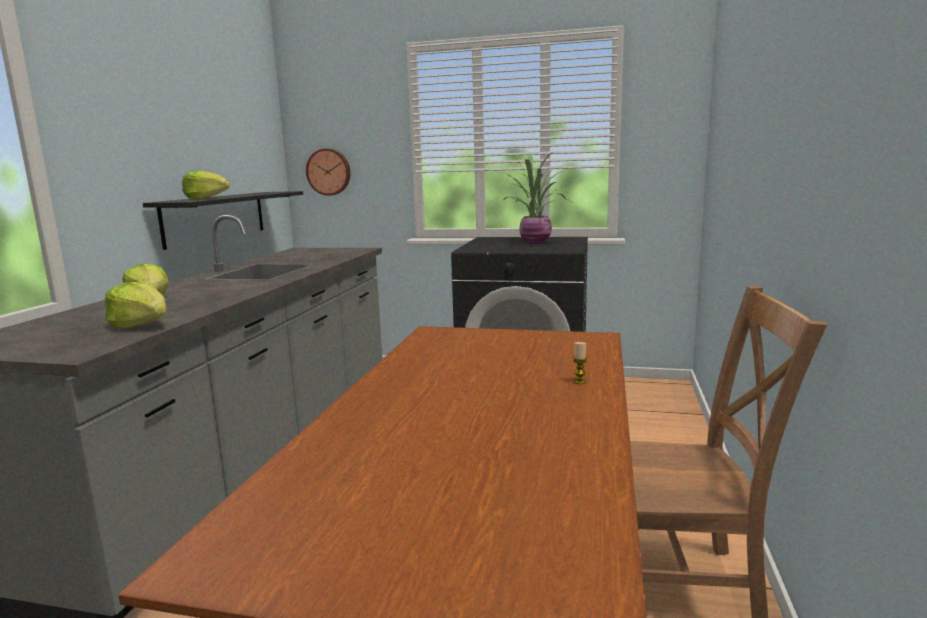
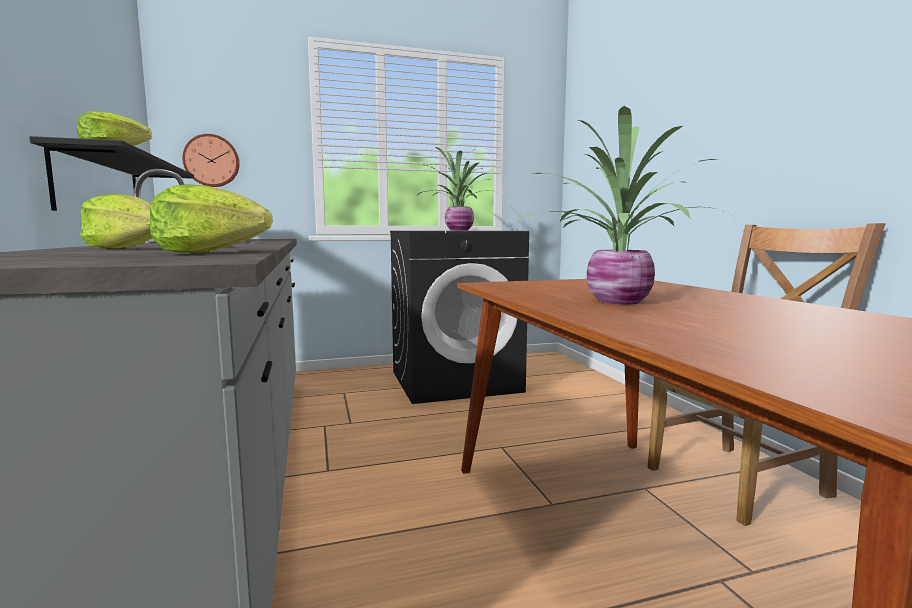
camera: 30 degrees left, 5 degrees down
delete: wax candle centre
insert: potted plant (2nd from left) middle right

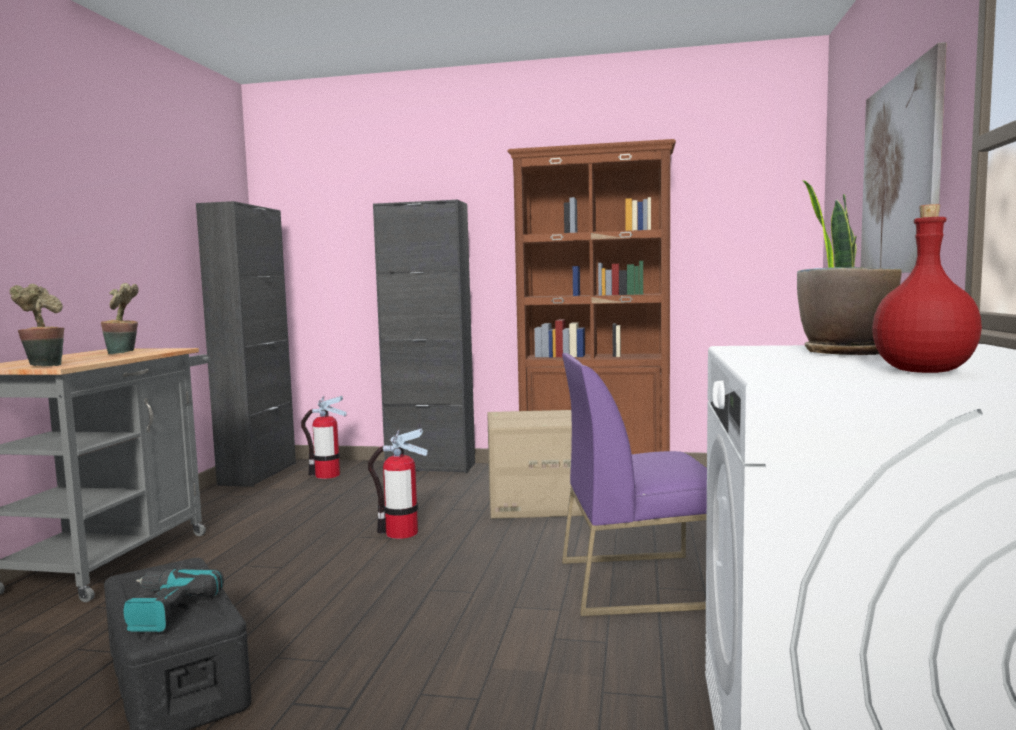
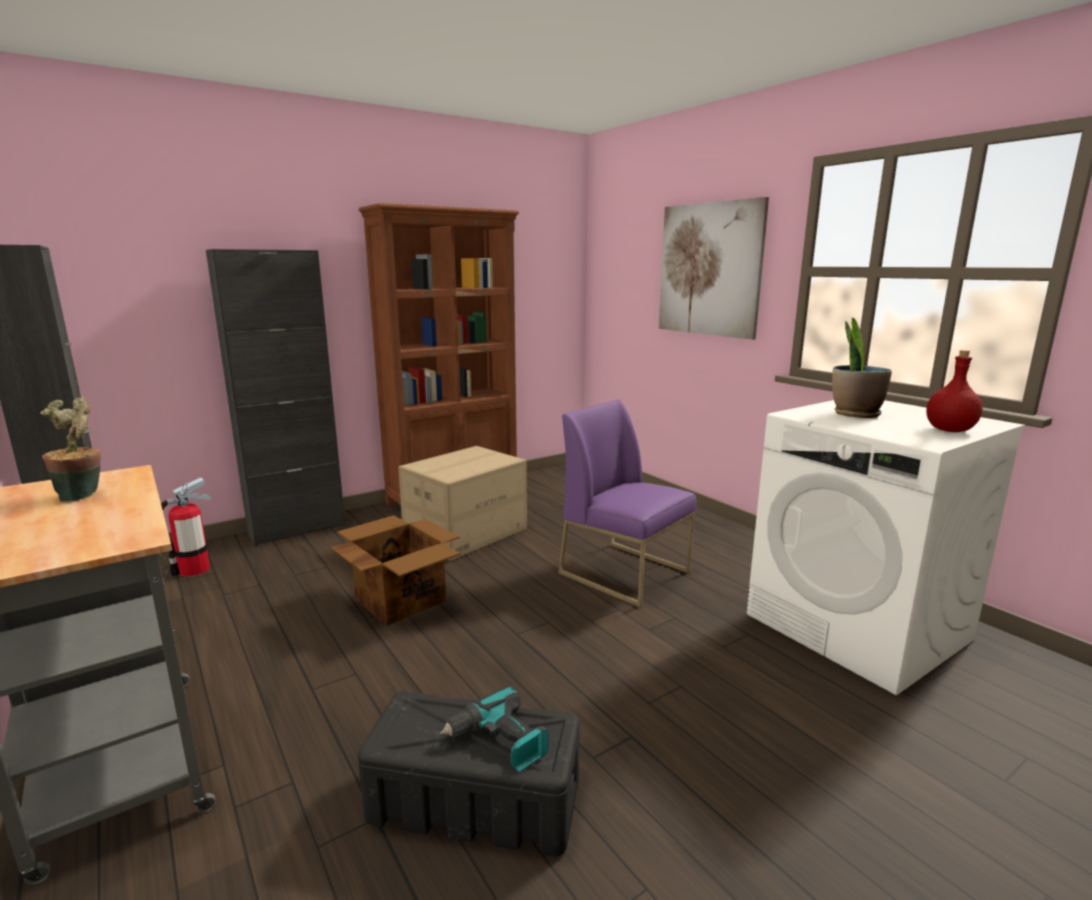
camera: 45 degrees left, 10 degrees up
delete: potted plant (1st from left) middle left
replace: extinguisher (2nd from left) centre to cardboard box (1st from left) centre
rotate: purple upright chair centre = centre 90 degrees clockwise

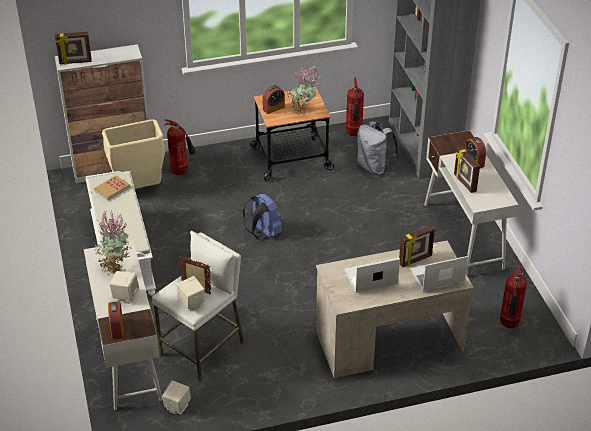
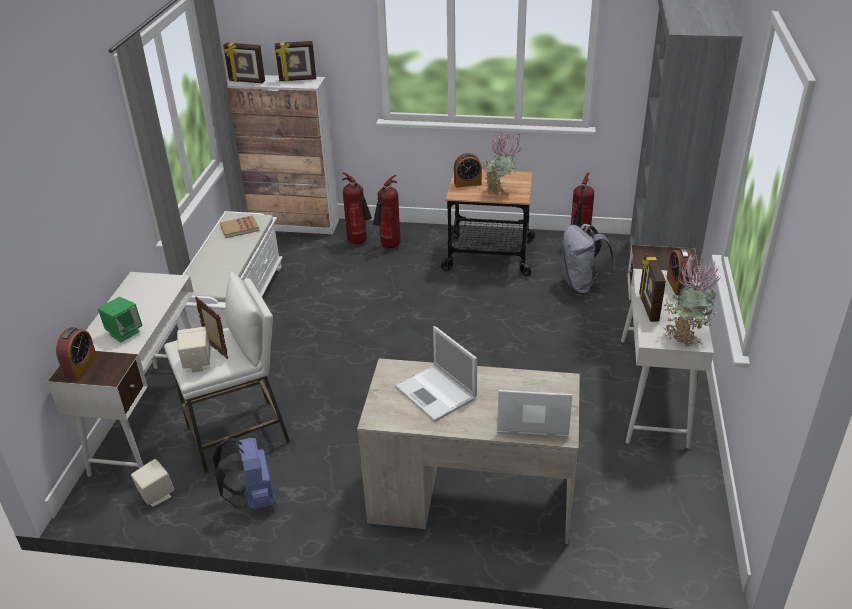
camera: 25 degrees right, 5 degrees down
delete: beige-coloured waste bin middle left
move: potted plant (1st from left in the first image) middle left to potted plant (2nd from left) middle right; blue-coloured rucksack centre to bottom left; picture frame (3rd from left) middle right to top centre; extinguisher (3rd from left in the first image) bottom right to extinguisher (2nd from left) centre
recolor: beige-coloured speaker (1st from left) middle left to green speaker middle left
rotate: laptop (1st from left) centre = centre 135 degrees counterclockwise

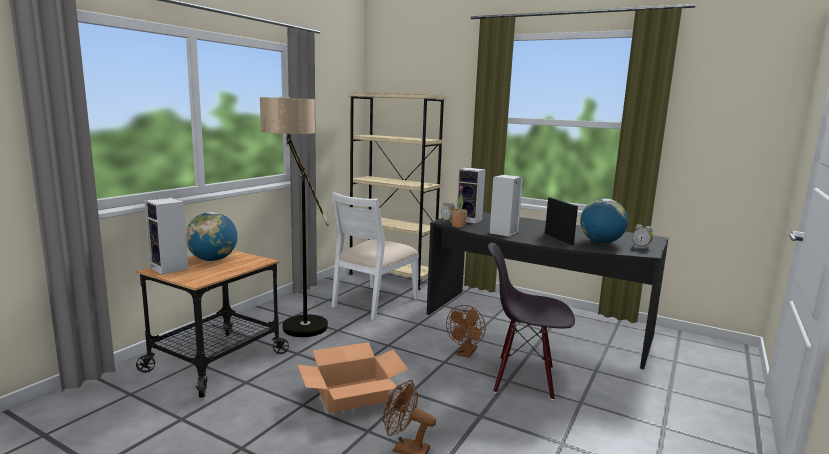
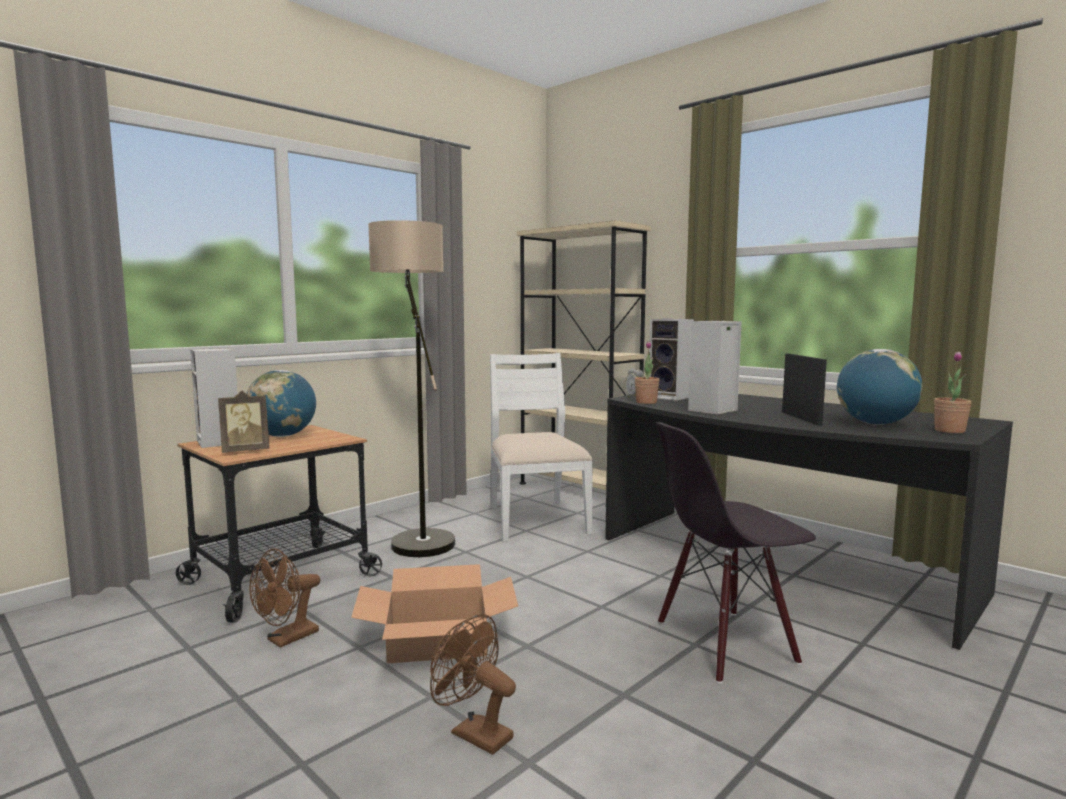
camera: 15 degrees right, 5 degrees down
insert: picture frame (1st from left) middle left
move: brown fan (2nd from left in the first image) bottom centre to brown fan (1st from left) bottom left
replace: bedside clock (2nd from left) middle right to potted plant (2nd from left) middle right
rotate: white upright chair centre = centre 120 degrees clockwise; black-coloured upright chair bottom centre = bottom right 45 degrees counterclockwise

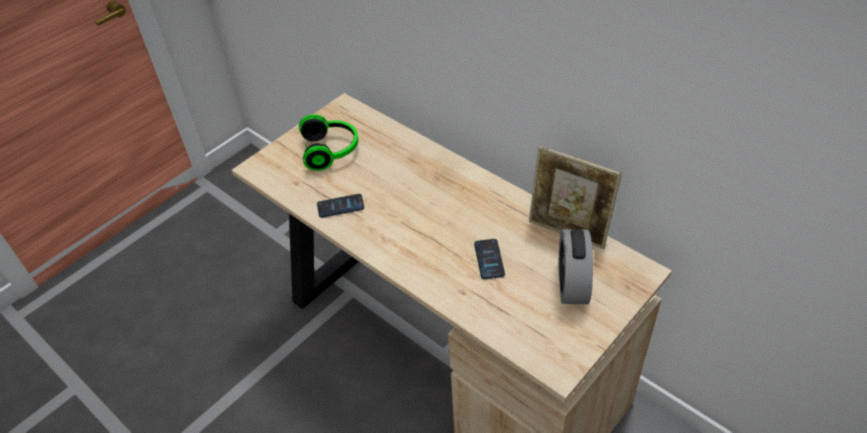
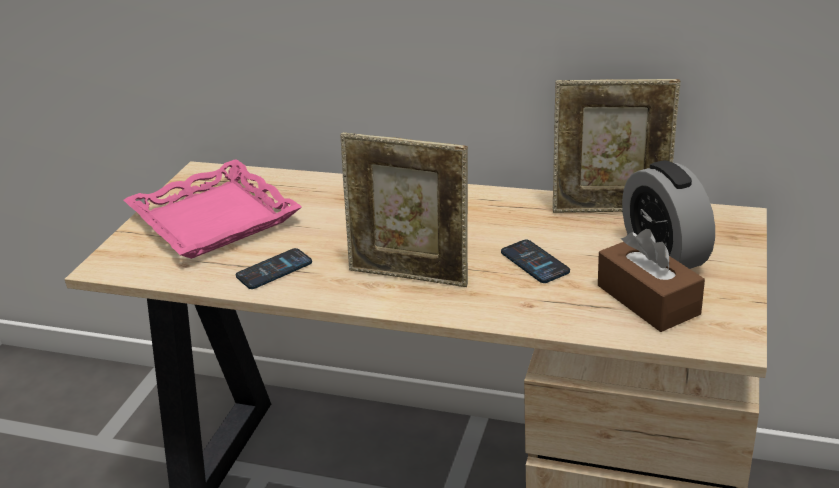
camera: 25 degrees left, 15 degrees down
insert: picture frame (1st from left) centre; brown tissue box middle right
replace: headphones top centre to pink serving tray middle left

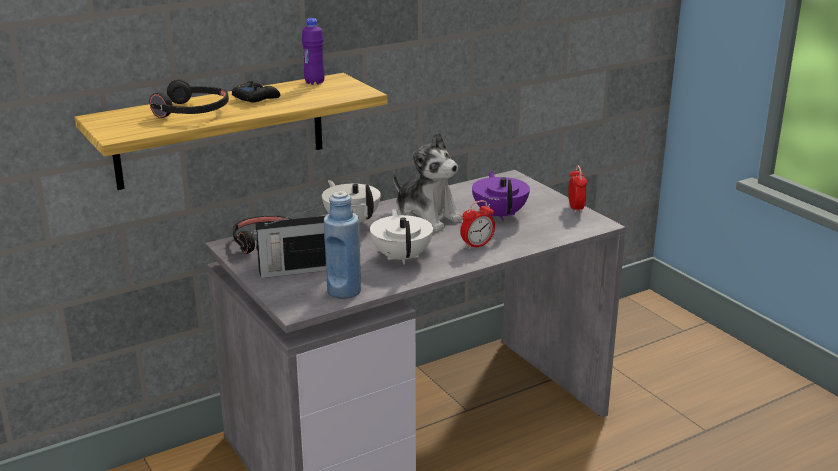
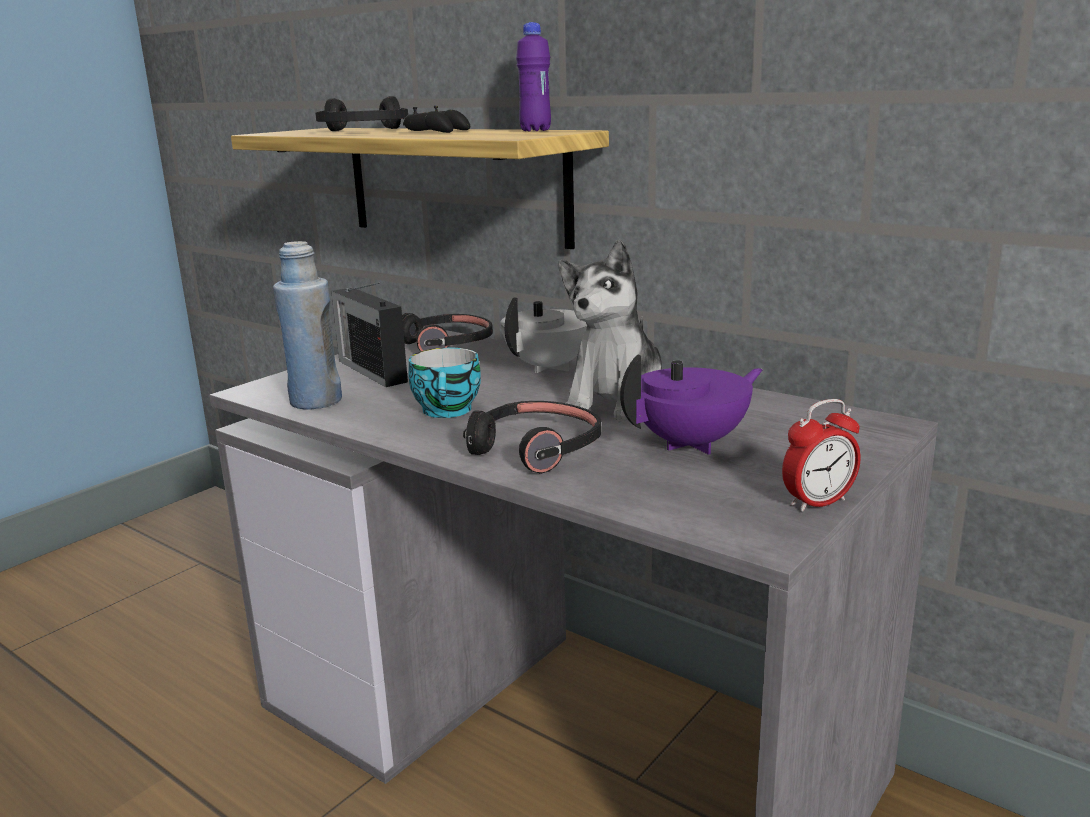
camera: 70 degrees right, 5 degrees down
replace: white tea pot (2nd from left) centre to cup centre; bedside clock (1st from left) centre to black-coloured headphones (3rd from left) centre

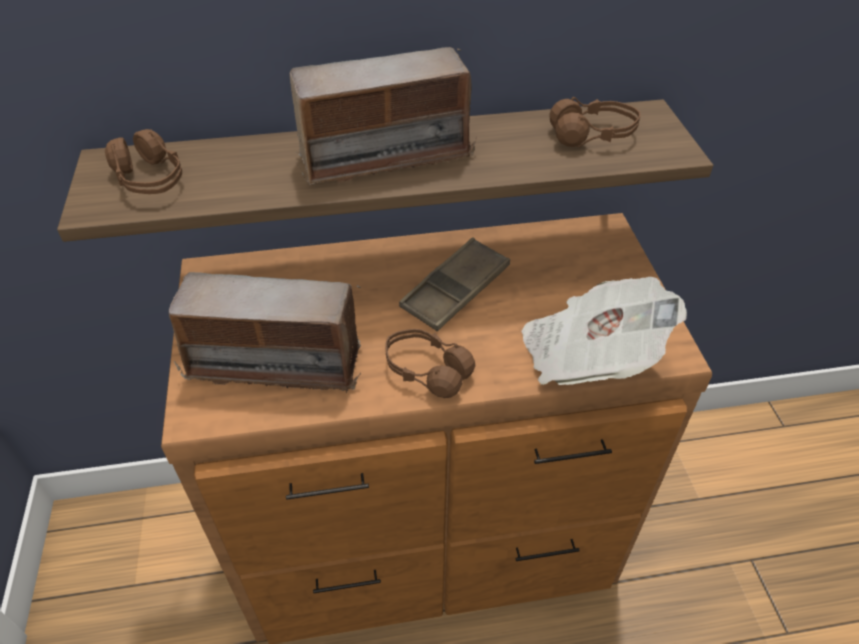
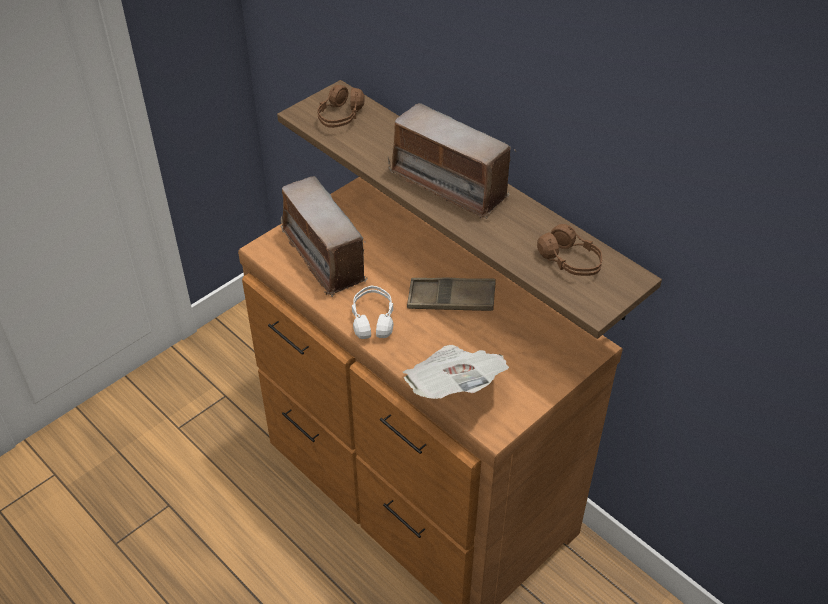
camera: 55 degrees right, 0 degrees up
recolor: brown headphones (2nd from left) centre to white headphones centre

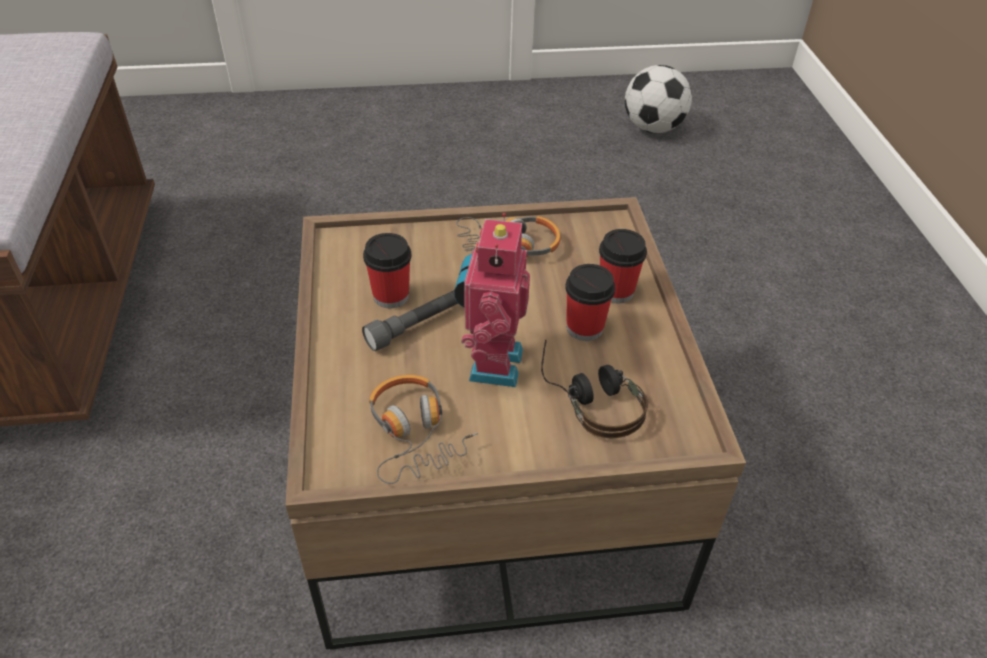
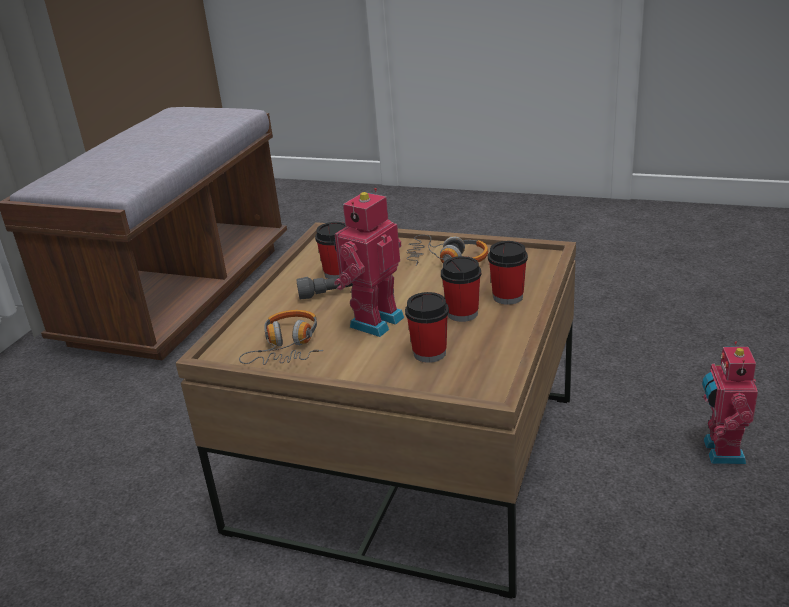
camera: 30 degrees right, 15 degrees down
delete: football top right
insert: robot figure (2nd from left) middle right
replace: headphones (3rd from left) centre to cup (2nd from left) centre

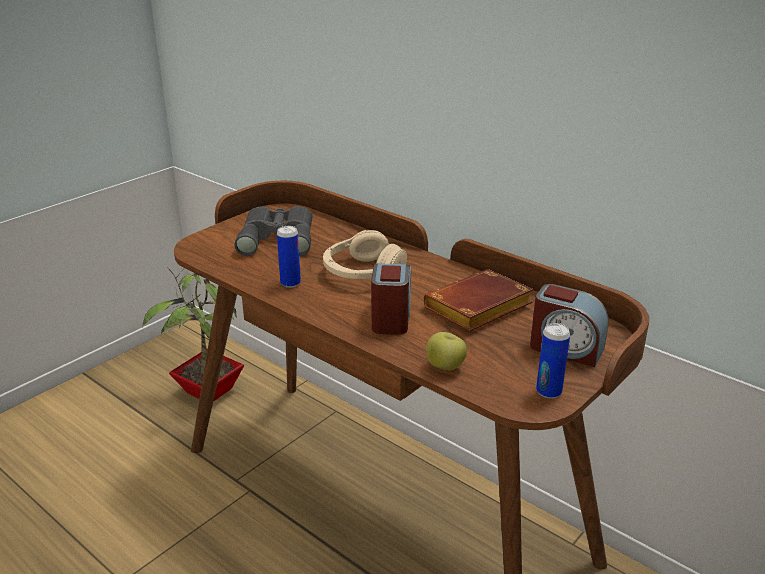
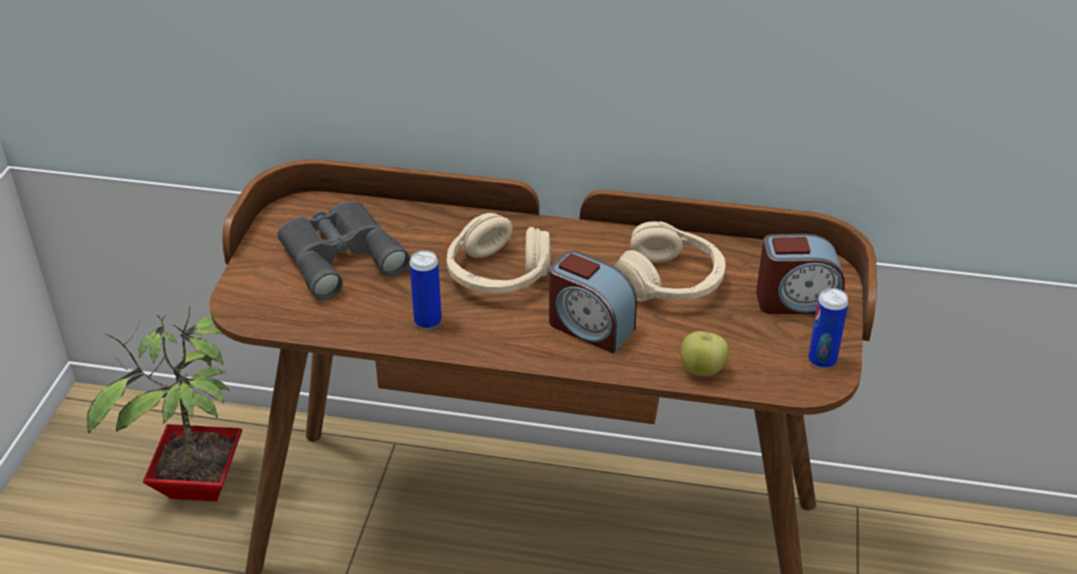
camera: 30 degrees left, 10 degrees up
replace: brown volume centre to beige-coloured headphones (2nd from left) centre
rotate: bedside clock (1st from left) centre = centre 150 degrees clockwise

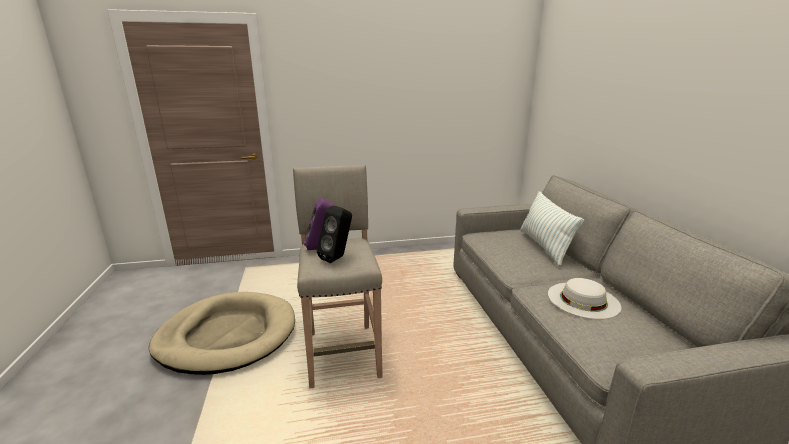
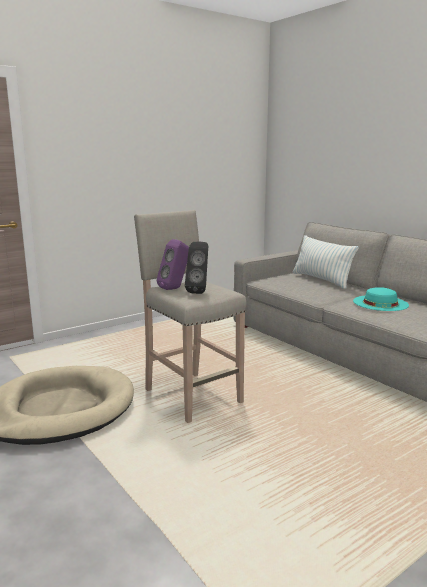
camera: 25 degrees left, 5 degrees down
recolor: white hat bottom right to turquoise hat middle right

